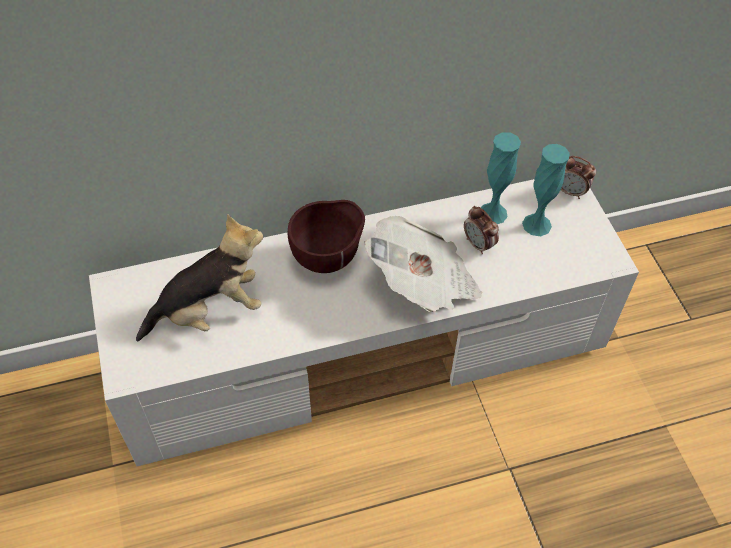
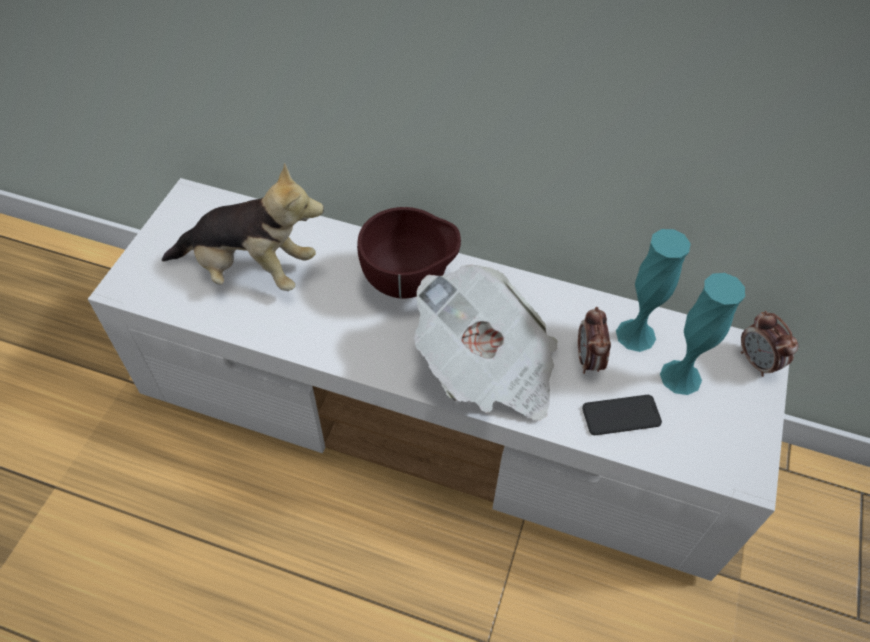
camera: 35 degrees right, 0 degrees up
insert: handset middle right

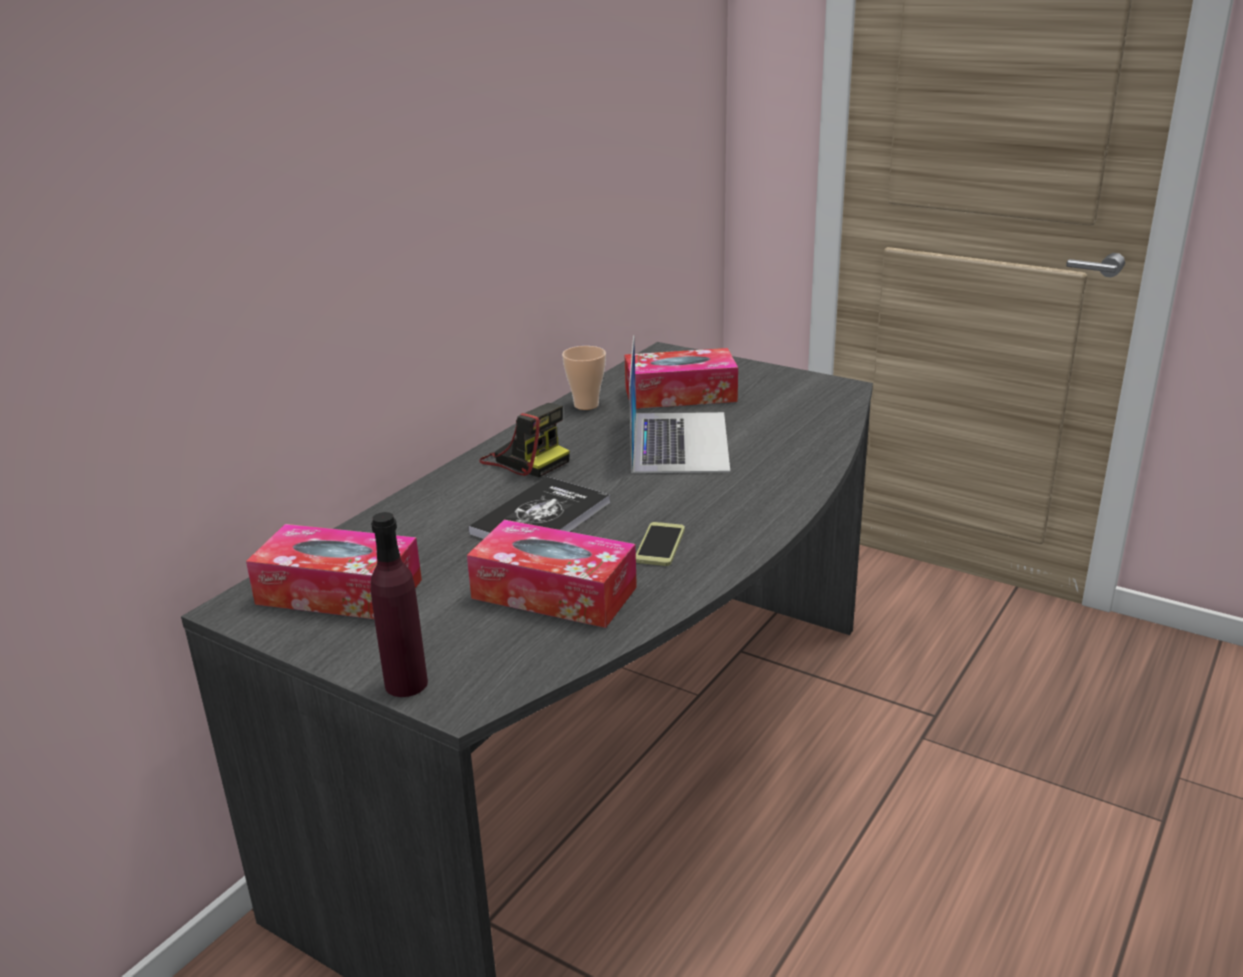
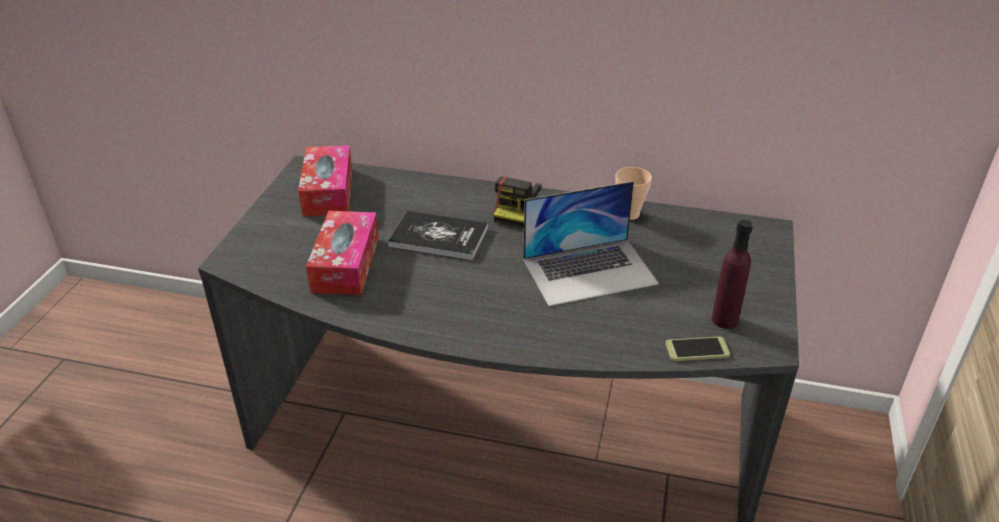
camera: 70 degrees right, 10 degrees up
delete: tissue box (3rd from left) centre
move: purple drink bottle middle left to middle right; handset centre to bottom right

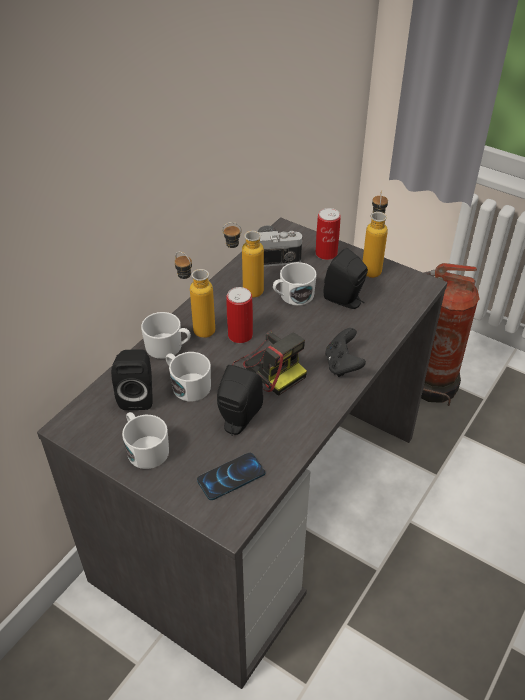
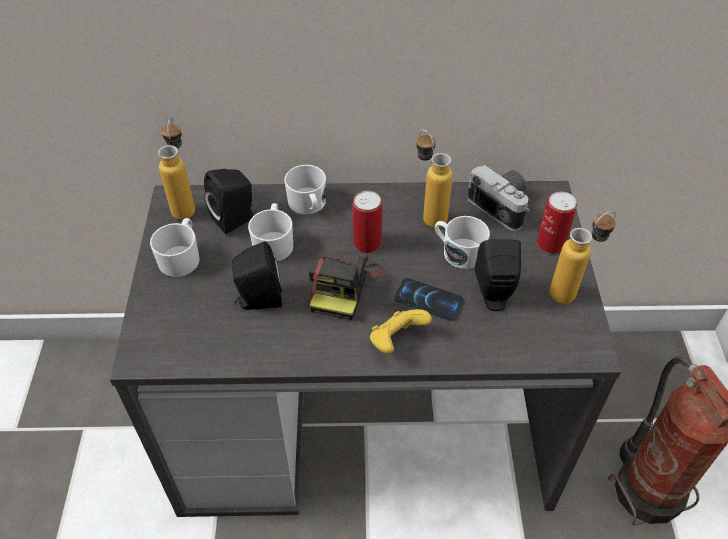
camera: 55 degrees right, 5 degrees up
move: drink bottle (1st from left) centre to top left; handset bottom centre to centre
recolor: black-coloured gamepad centre to yellow-coloured gamepad centre

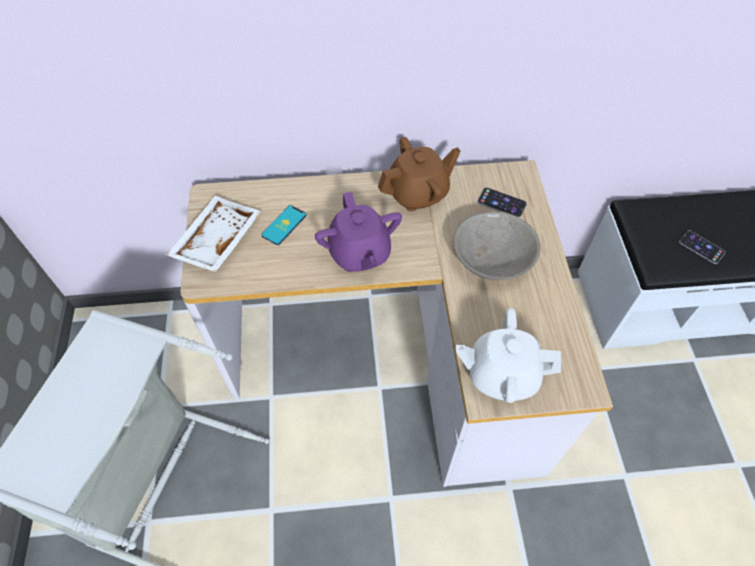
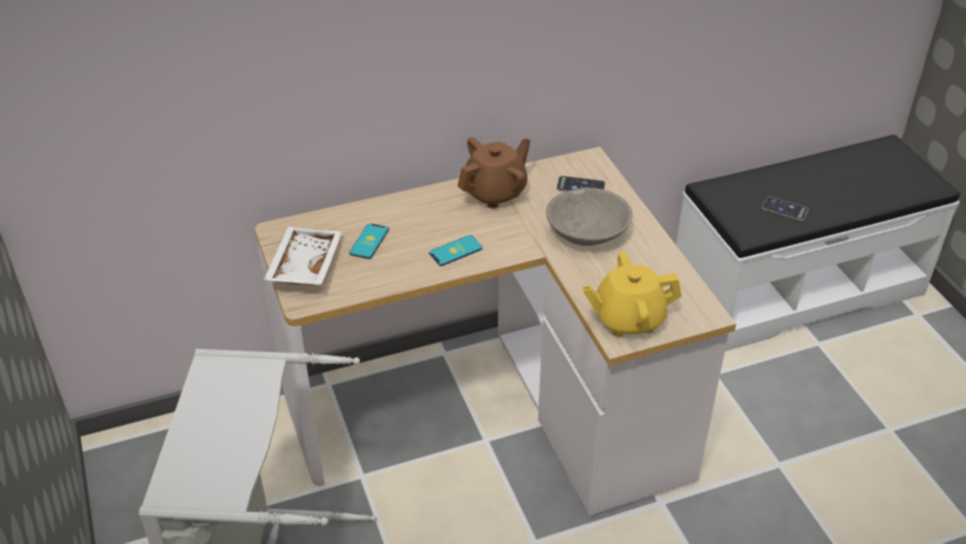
camera: 15 degrees left, 15 degrees down
replace: purple tea pot centre to handset (2nd from left) centre
recolor: white tea pot middle right to yellow-coloured tea pot centre

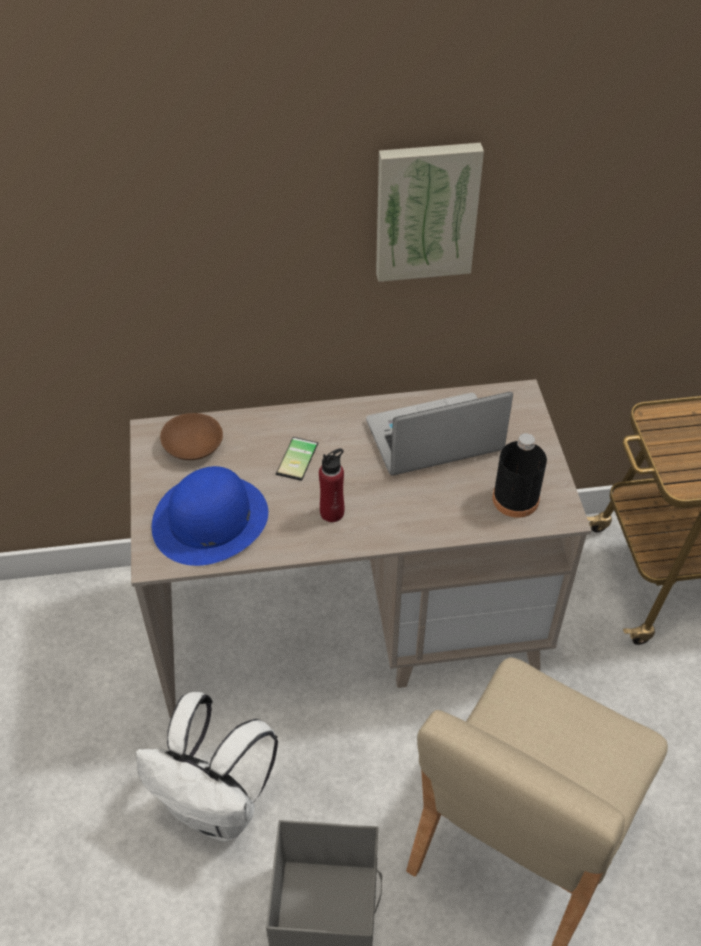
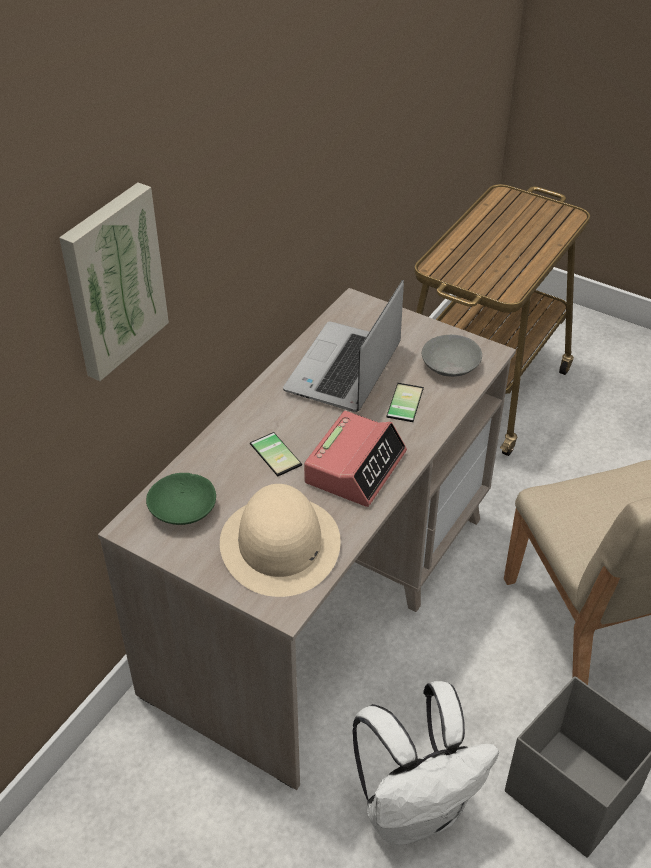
camera: 50 degrees left, 5 degrees down
insert: handset (2nd from left) centre
move: wall art top centre to top left
replace: red-coloured drink bottle centre to bedside clock centre; black-coloured drink bottle middle right to gray deep dish middle right
recolor: blue-coloured hat middle left to beige-coloured hat centre; brown deep dish middle left to green deep dish middle left

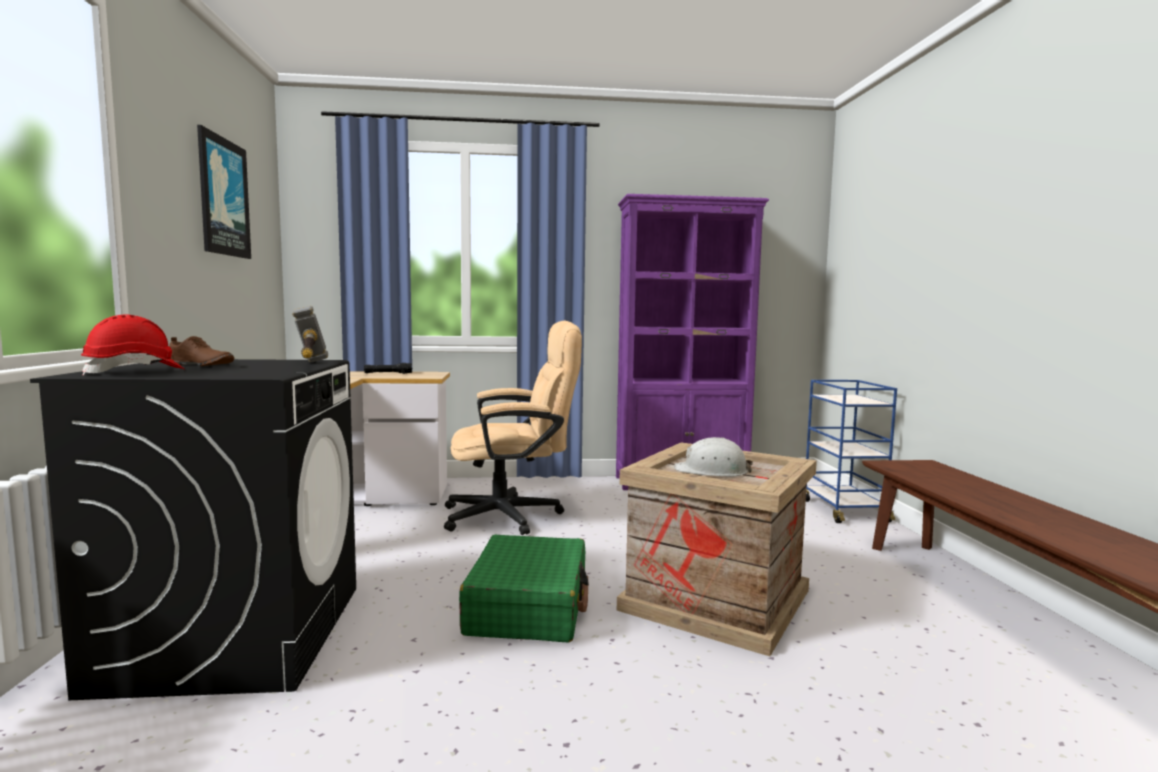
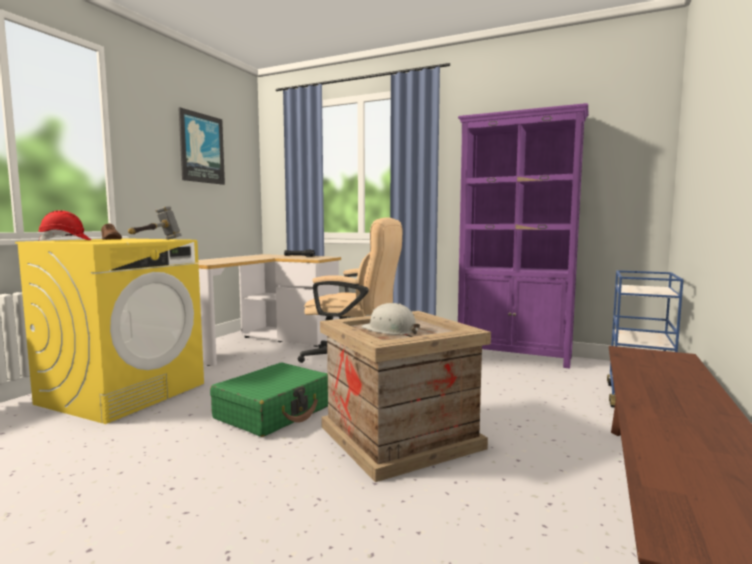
camera: 30 degrees right, 0 degrees up
recolor: black-coloured washing machine bottom left to yellow-coloured washing machine middle left

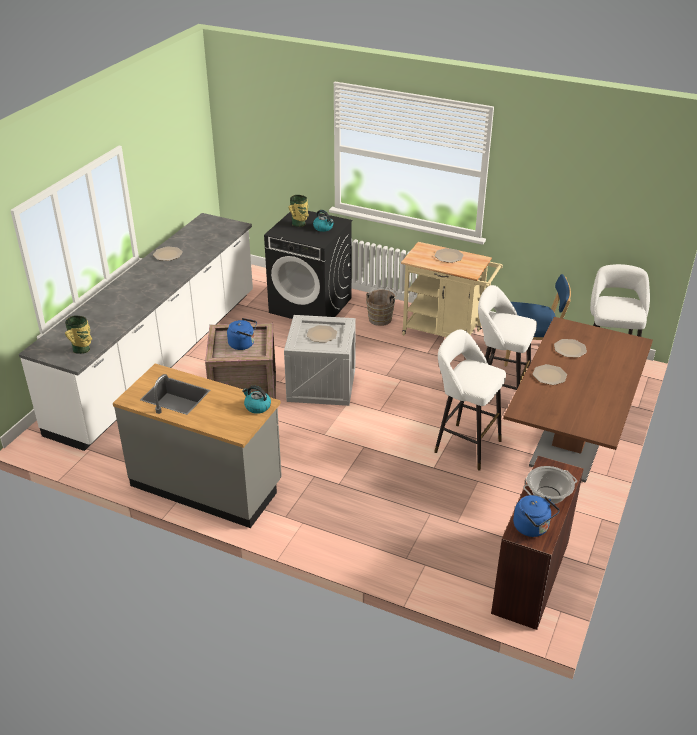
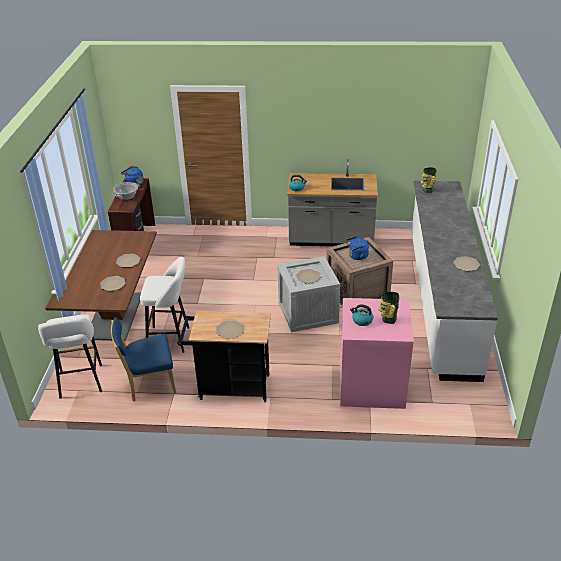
camera: 160 degrees right, 0 degrees up
delete: brown water bucket centre; white stool seat (1st from left) middle right
recolor: black-coloured washing machine centre to pink washing machine middle right; beige-coloured trolley centre to black-coloured trolley centre

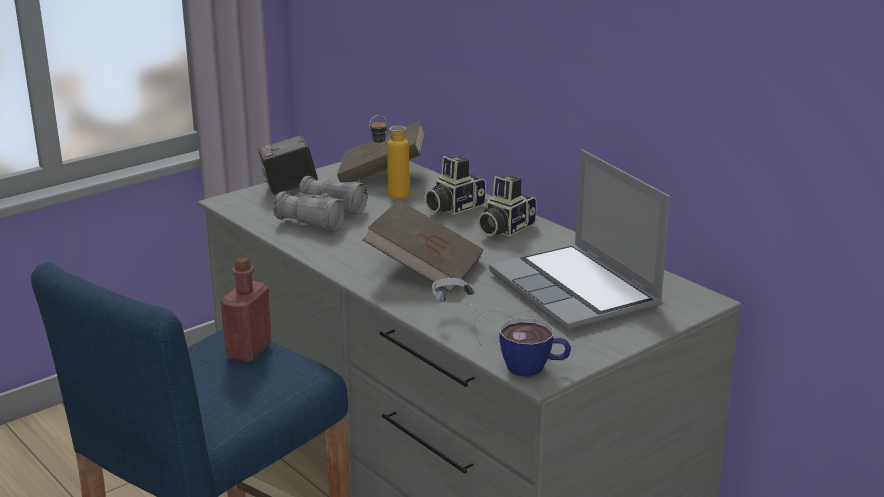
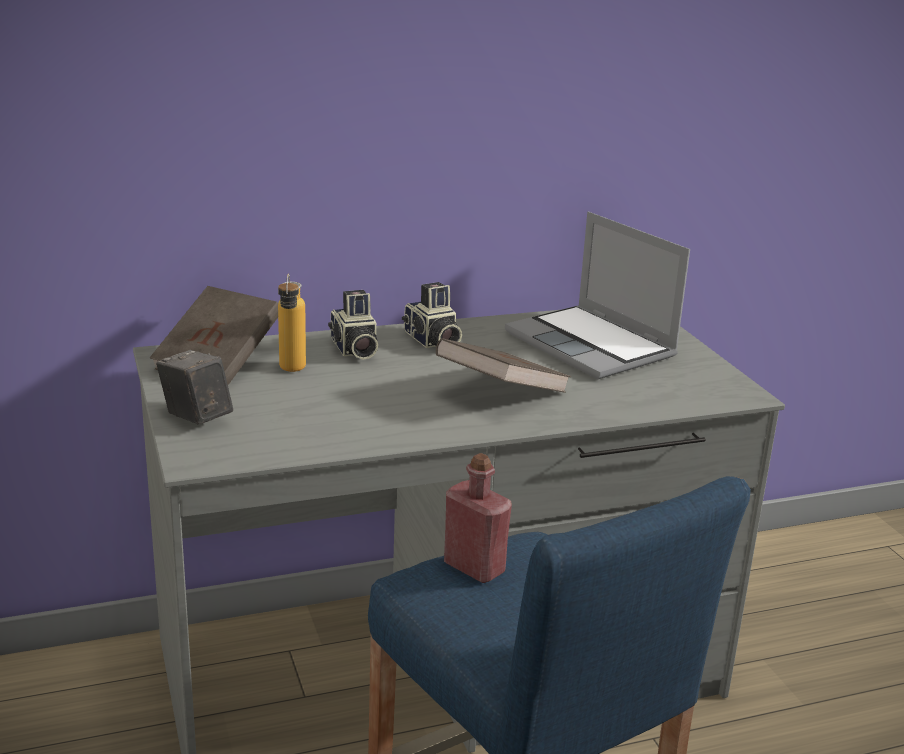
camera: 70 degrees left, 0 degrees up
delete: gray binoculars centre; headphones centre; cup bottom centre
rotate: photo camera (1st from left) top left = middle left 135 degrees clockwise; laptop centre = centre 60 degrees clockwise

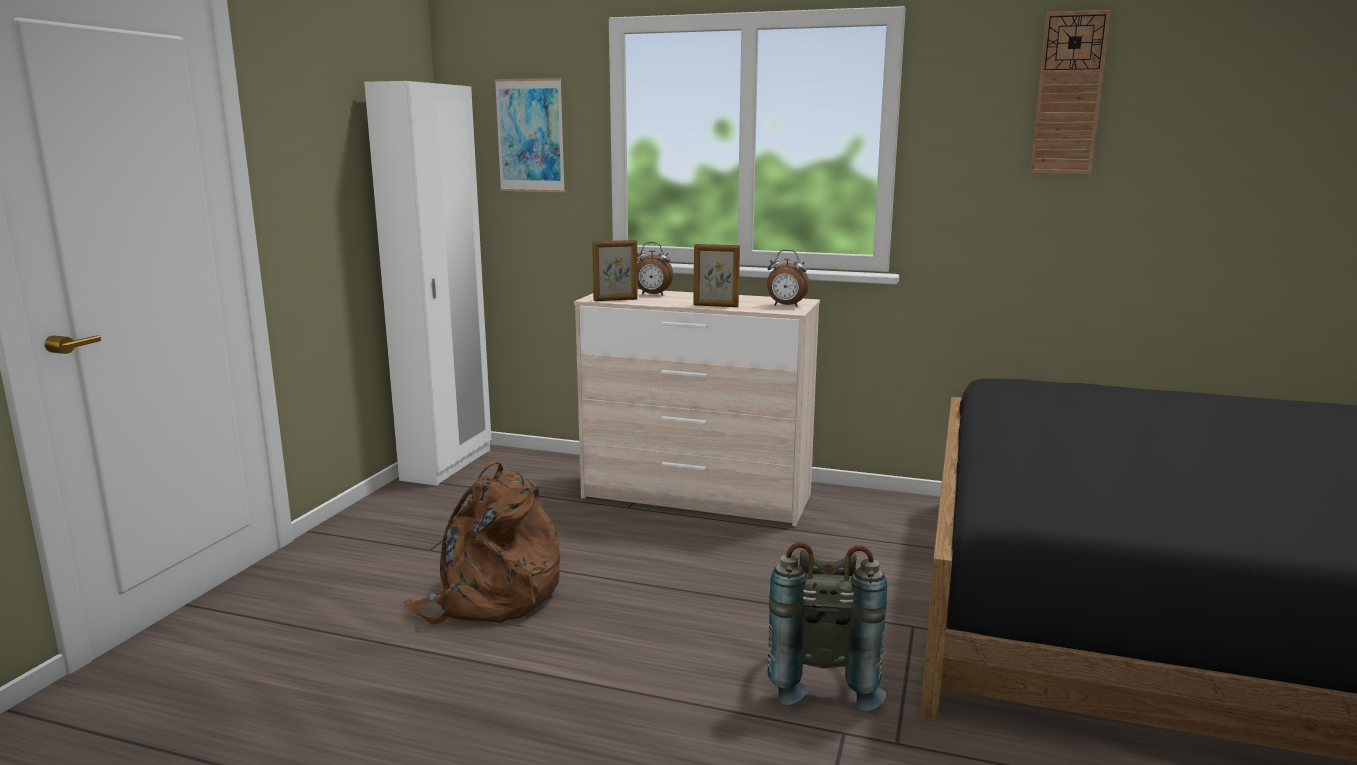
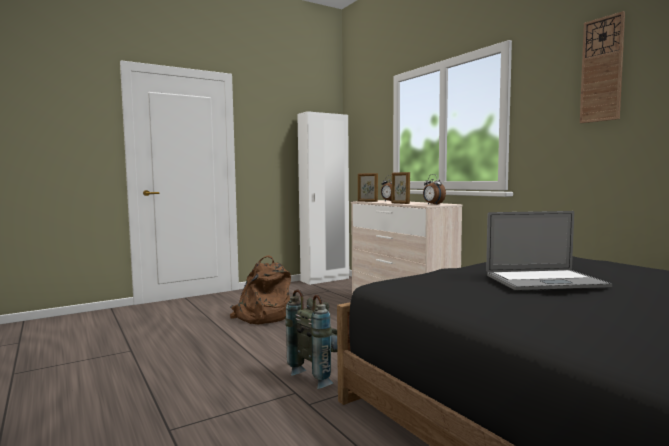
camera: 40 degrees right, 10 degrees down
delete: wall art top centre
insert: laptop middle right

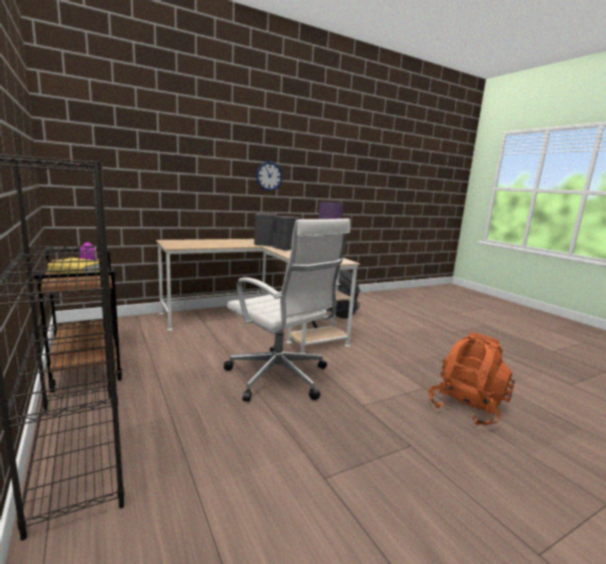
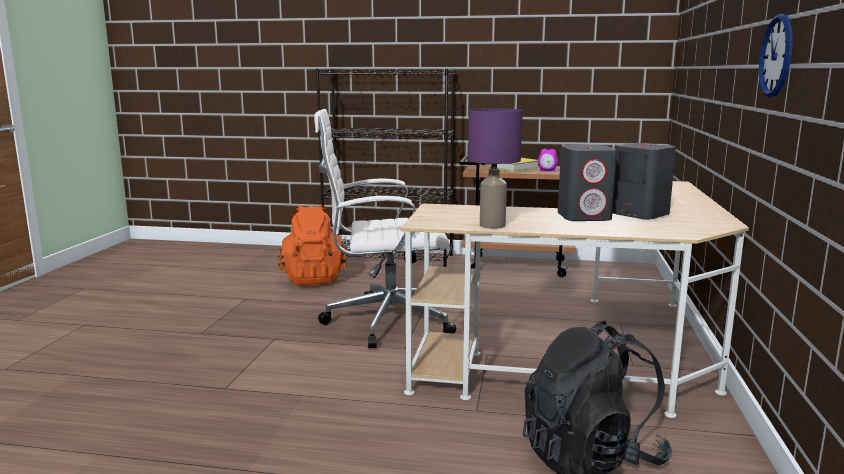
camera: 130 degrees right, 0 degrees up
move: orange-coloured rucksack bottom right to centre

